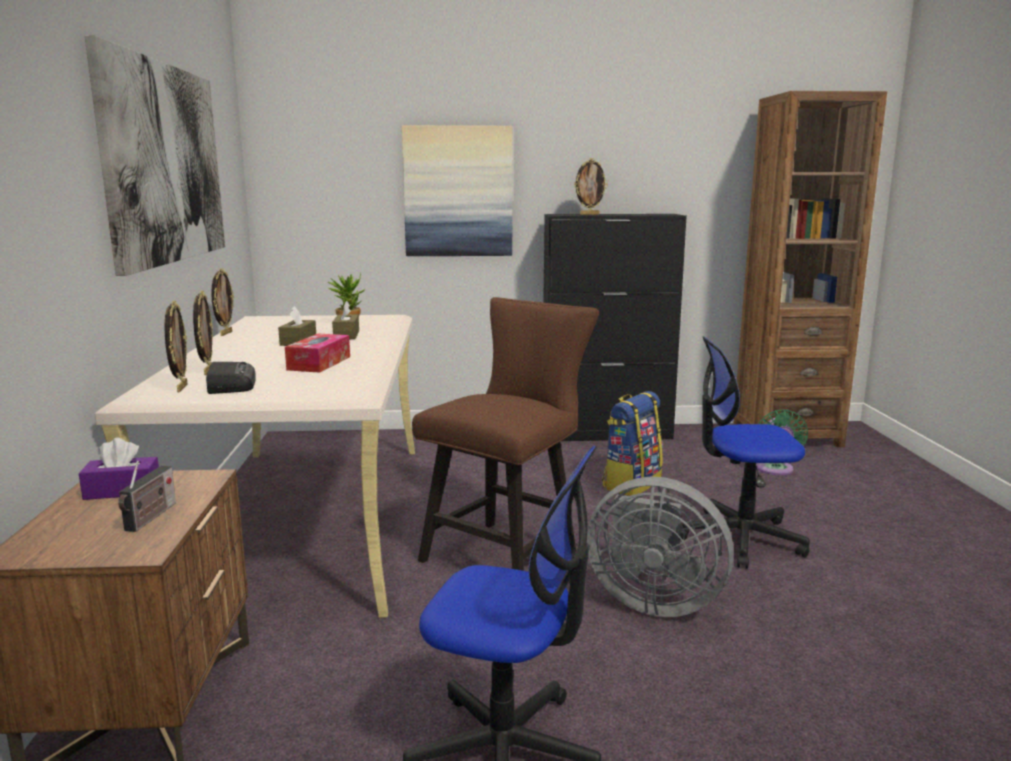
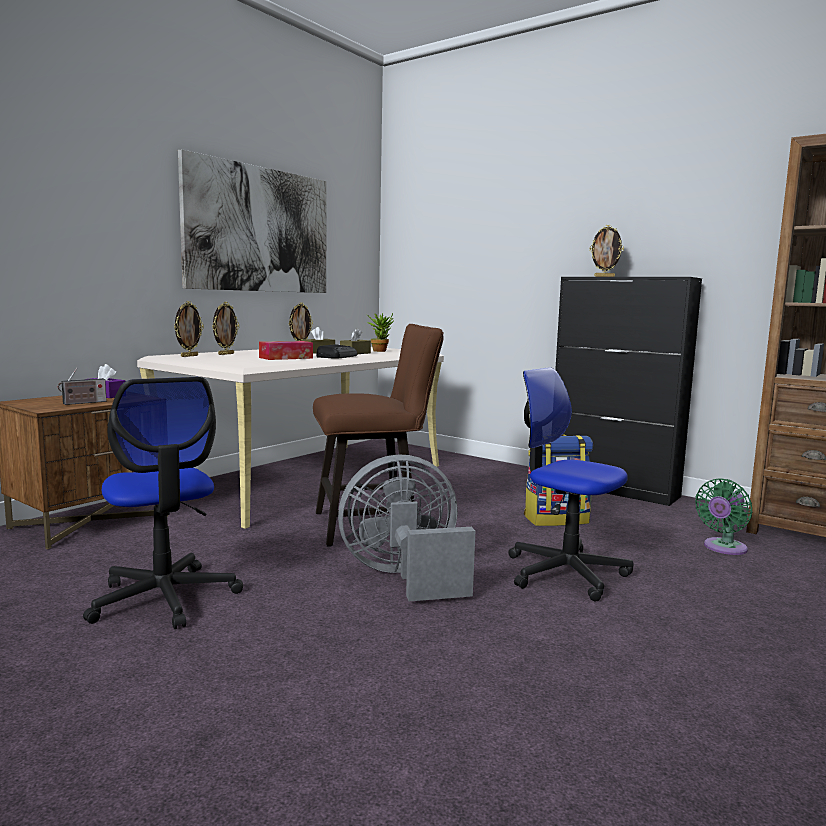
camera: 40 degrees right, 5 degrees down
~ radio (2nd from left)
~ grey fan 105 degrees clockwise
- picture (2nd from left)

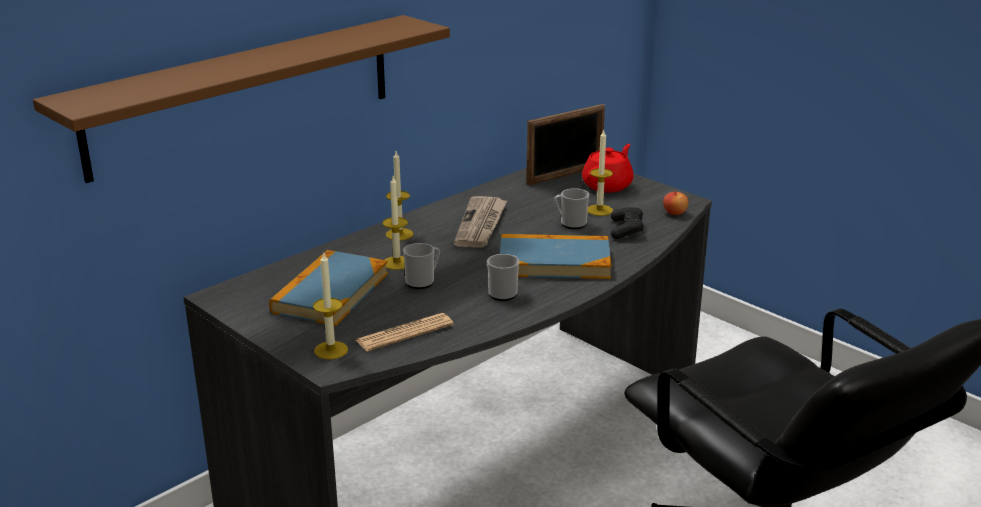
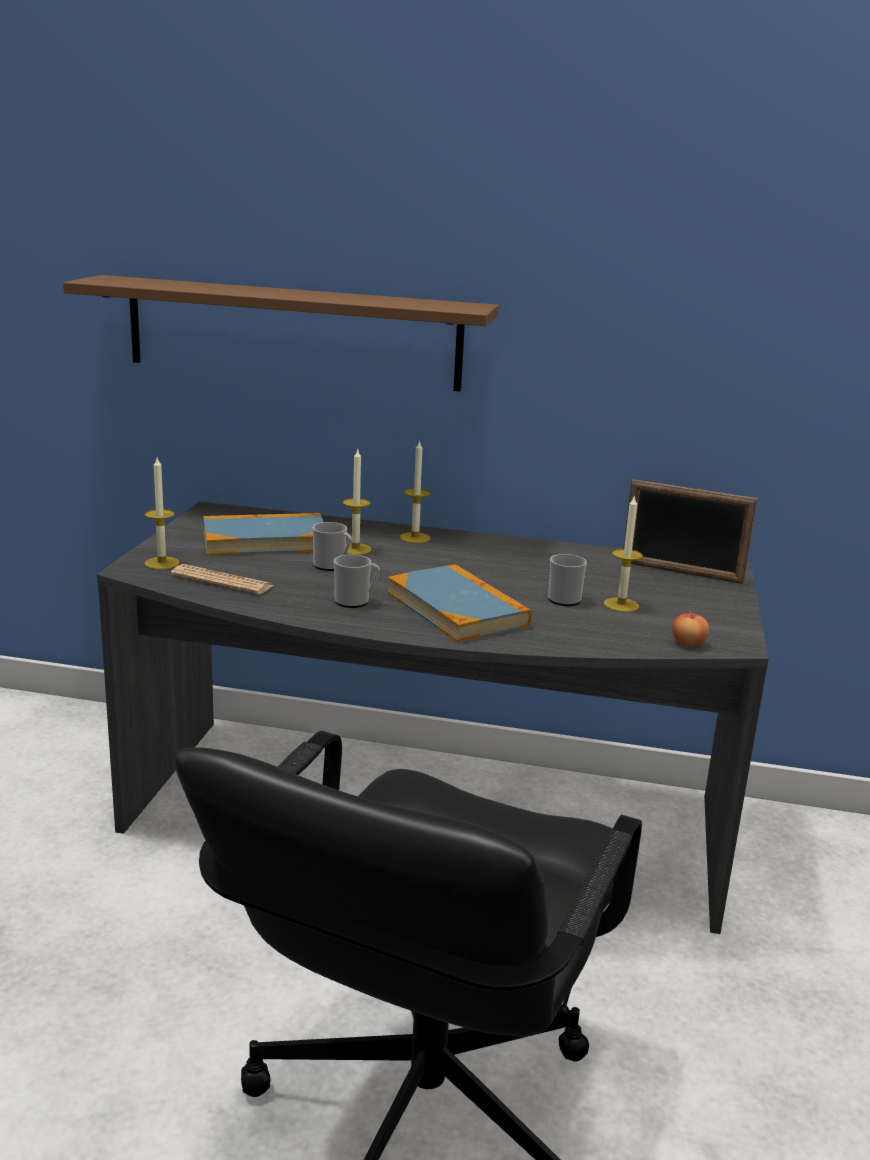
camera: 55 degrees right, 5 degrees down
- newspaper (2nd from left)
- red teapot
- black game controller

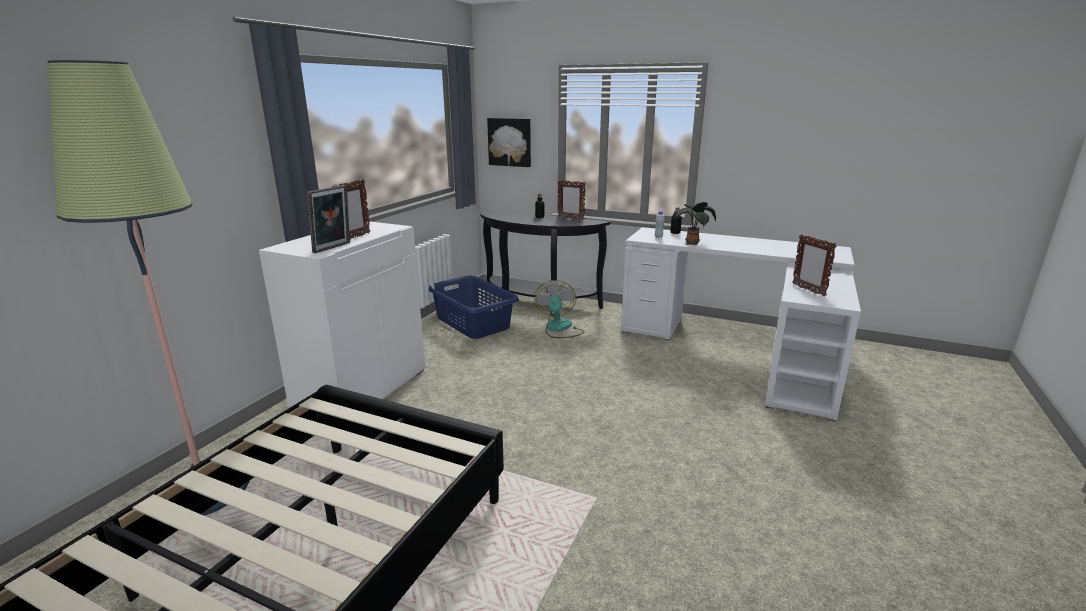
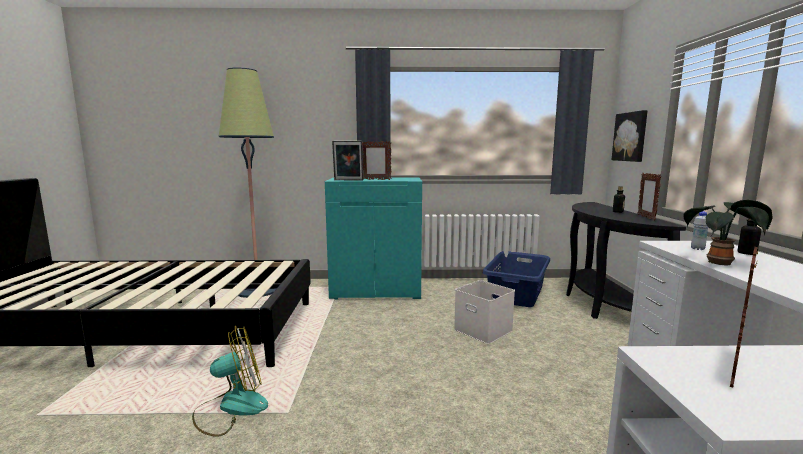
camera: 65 degrees right, 10 degrees down
~ fan
~ white cabinet to turquoise cabinet
+ white storage box

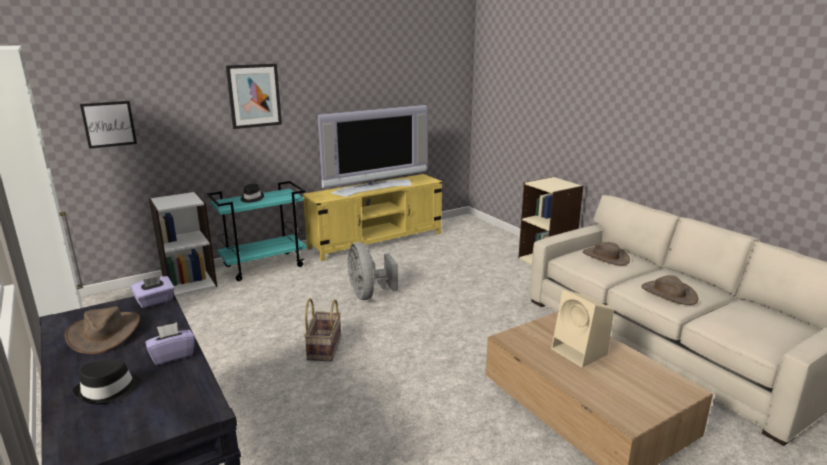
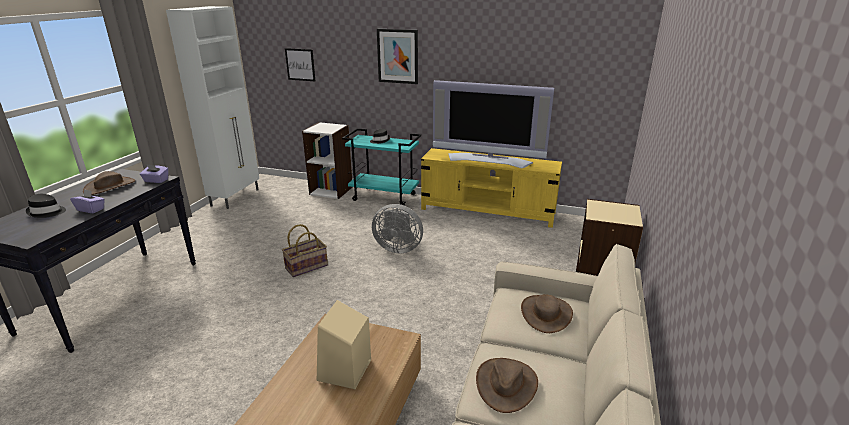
camera: 50 degrees right, 5 degrees up
~ grey fan 105 degrees counterclockwise

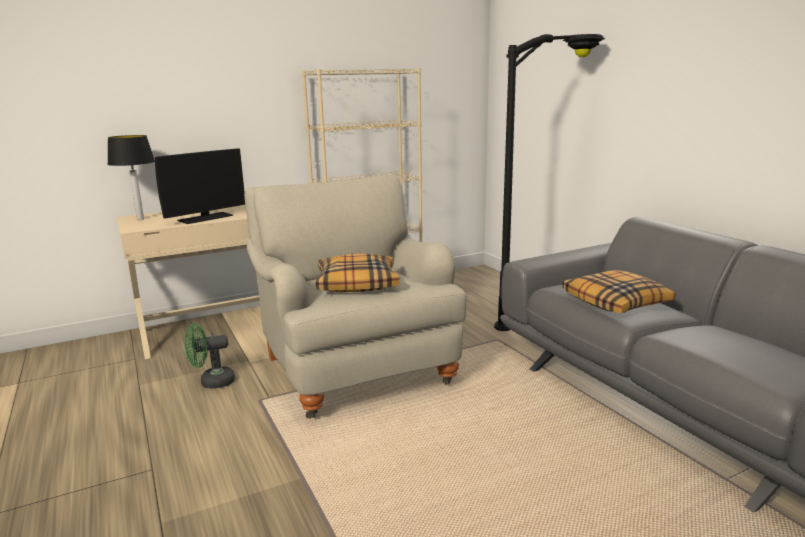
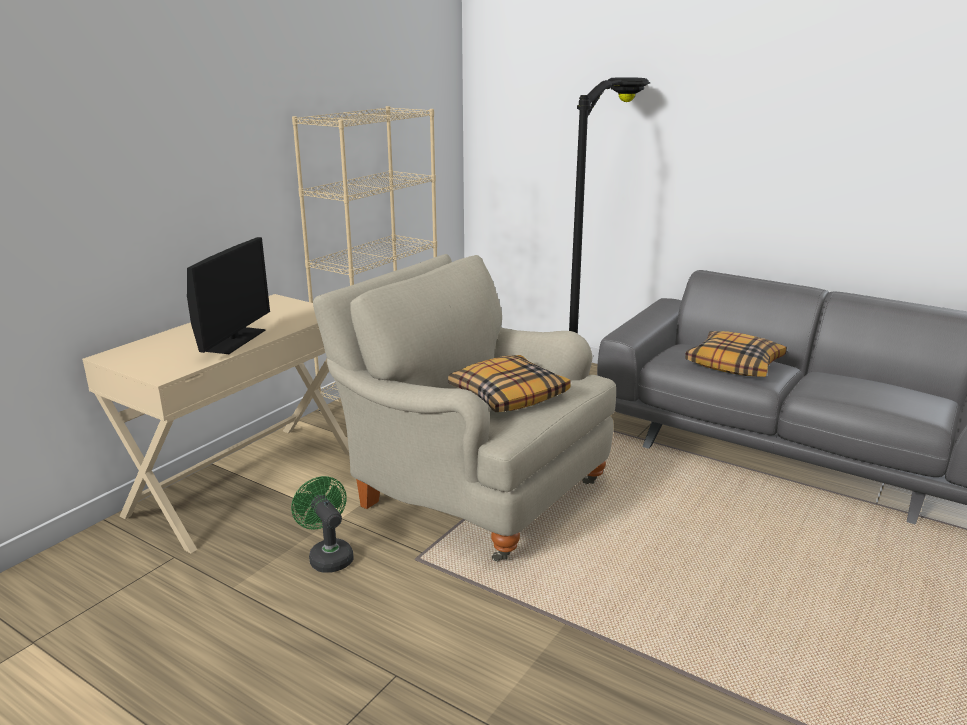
camera: 30 degrees left, 5 degrees up
~ green fan 105 degrees clockwise
- table lamp

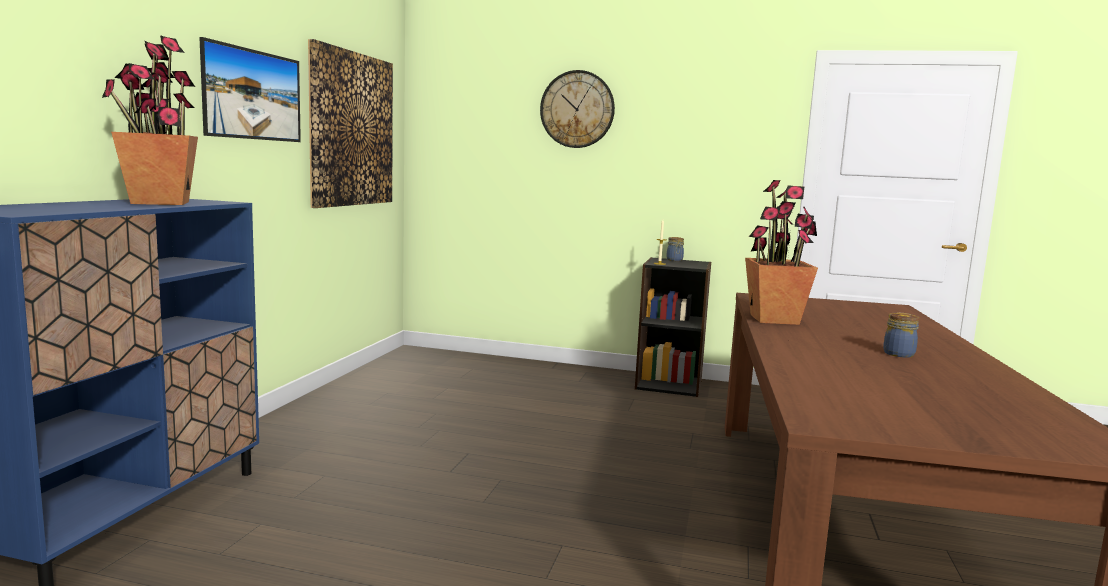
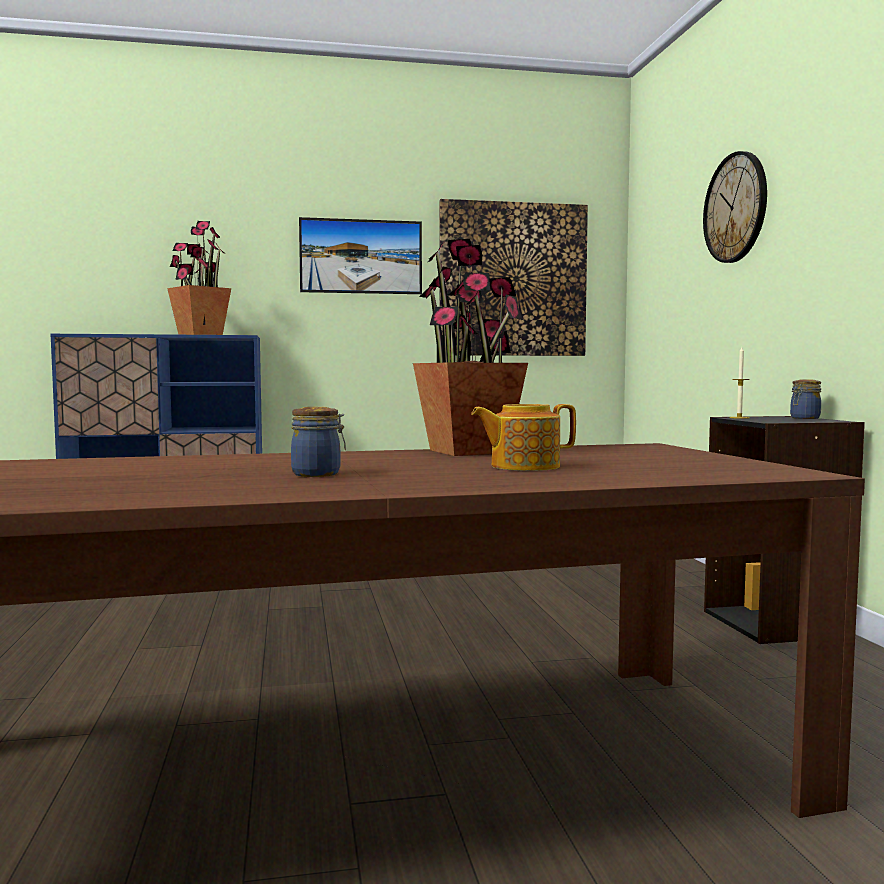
camera: 65 degrees right, 5 degrees down
+ teapot

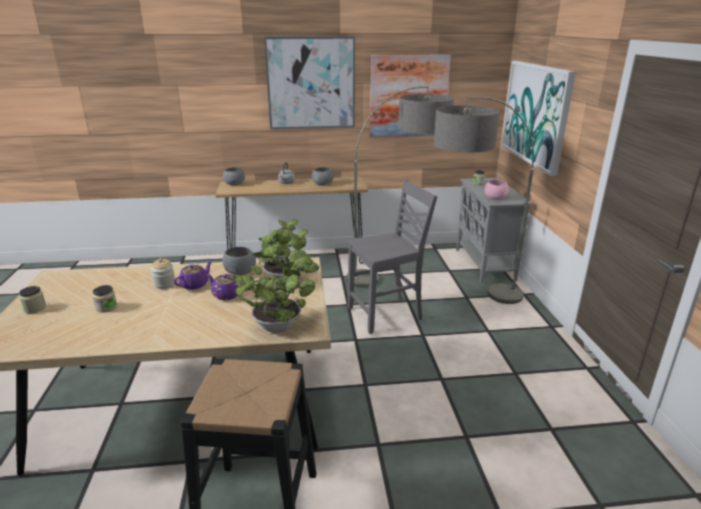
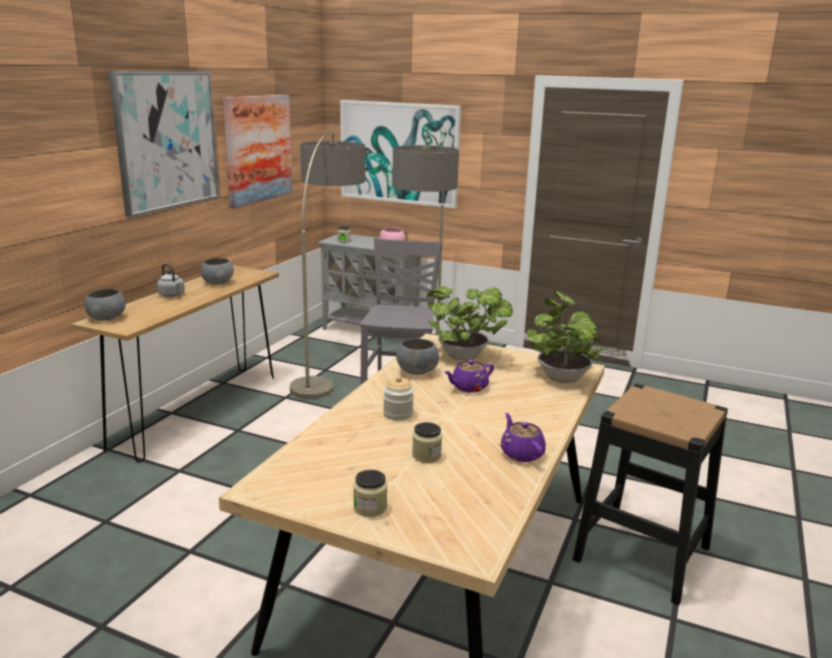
camera: 60 degrees left, 5 degrees down
~ purple teapot (1st from left in the first image) to purple teapot (2nd from left)

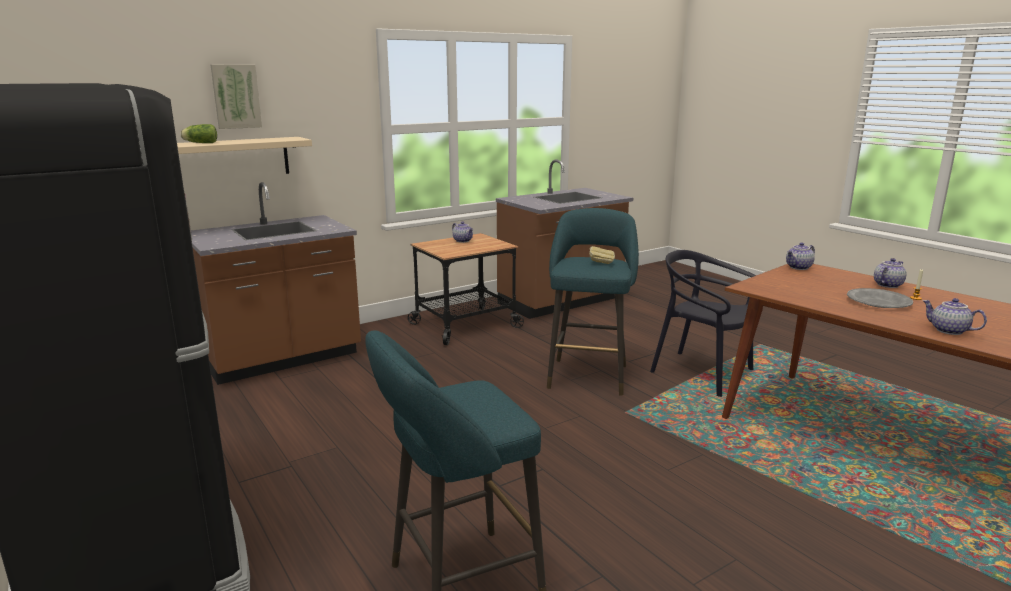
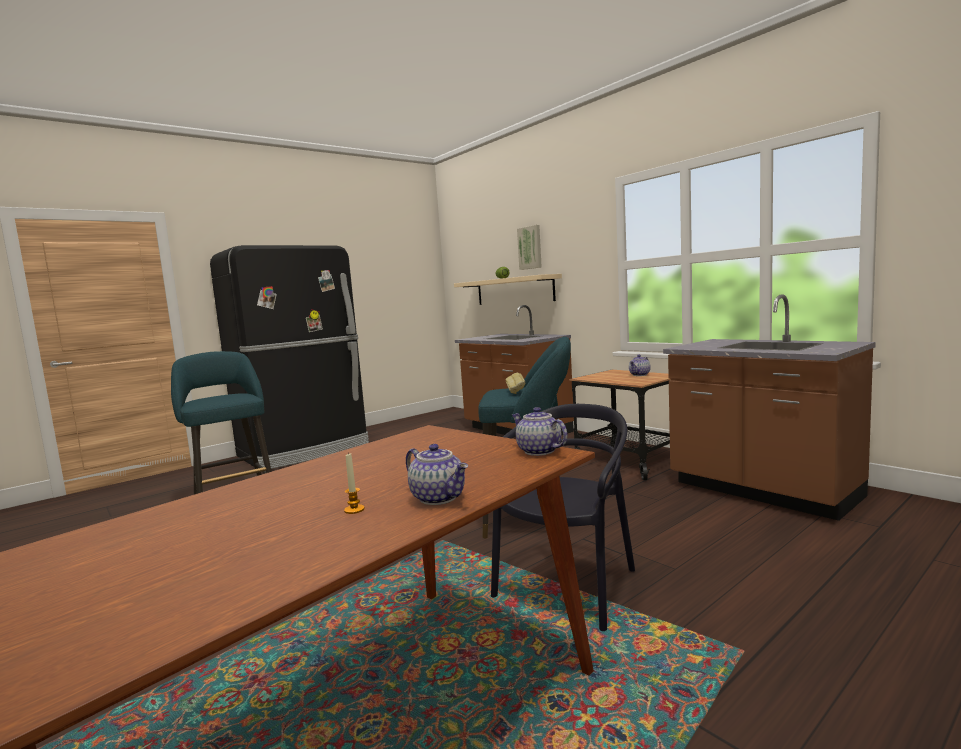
camera: 85 degrees right, 10 degrees down
- grey plate
- teapot (4th from left)

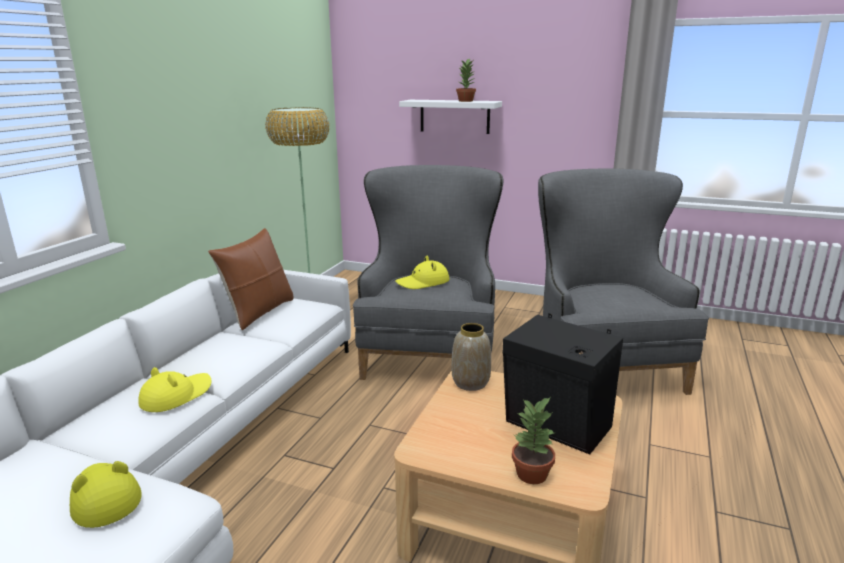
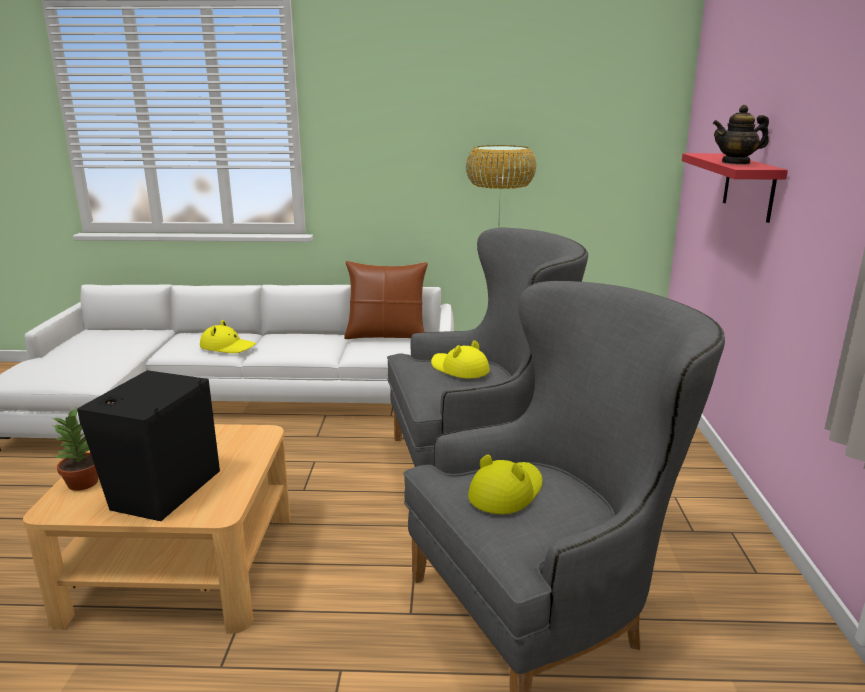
camera: 70 degrees right, 0 degrees up
~ yellow hat (1st from left in the first image) to yellow hat (3rd from left)
~ white shelf to red shelf
~ potted plant (1st from left) to teapot
- vase

